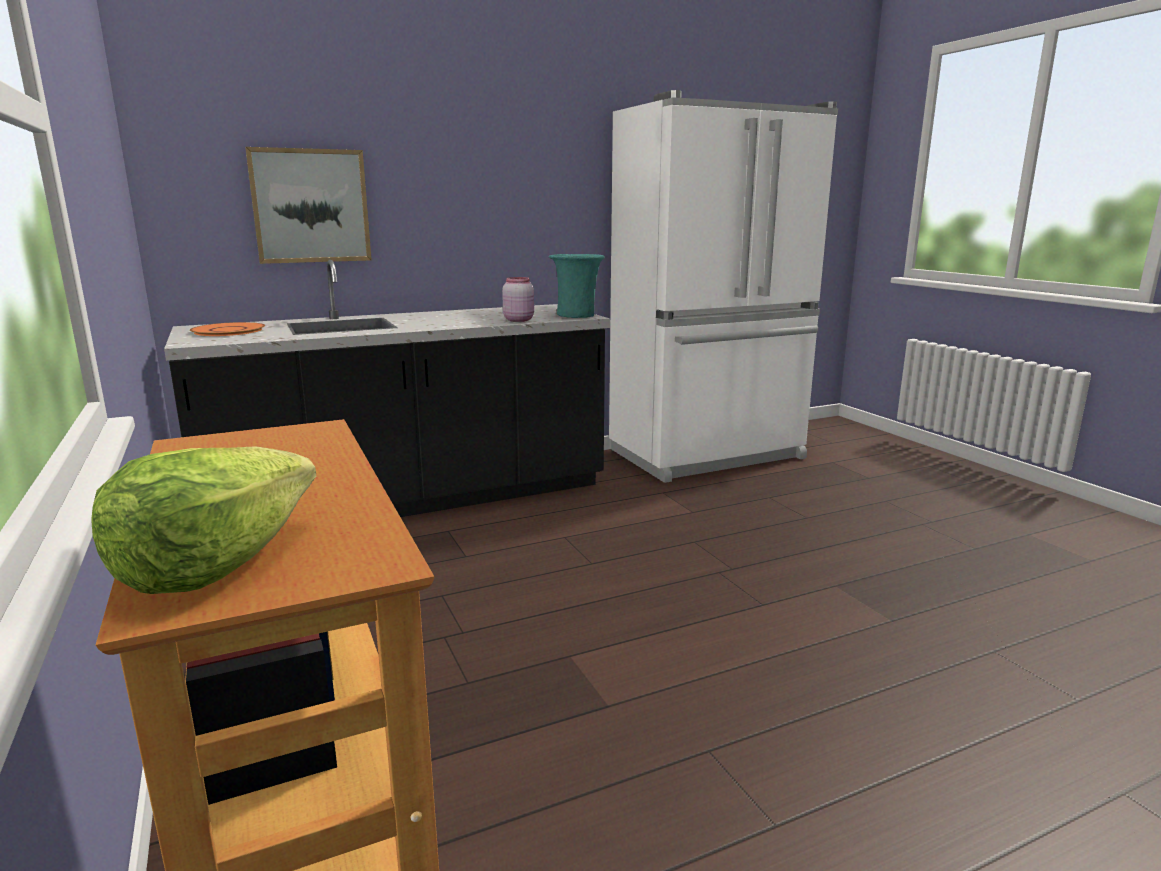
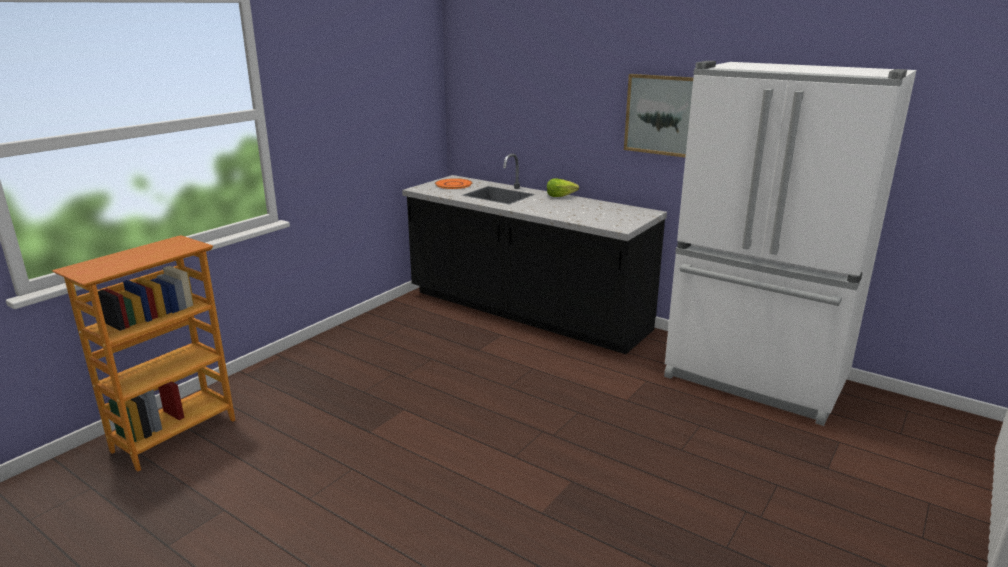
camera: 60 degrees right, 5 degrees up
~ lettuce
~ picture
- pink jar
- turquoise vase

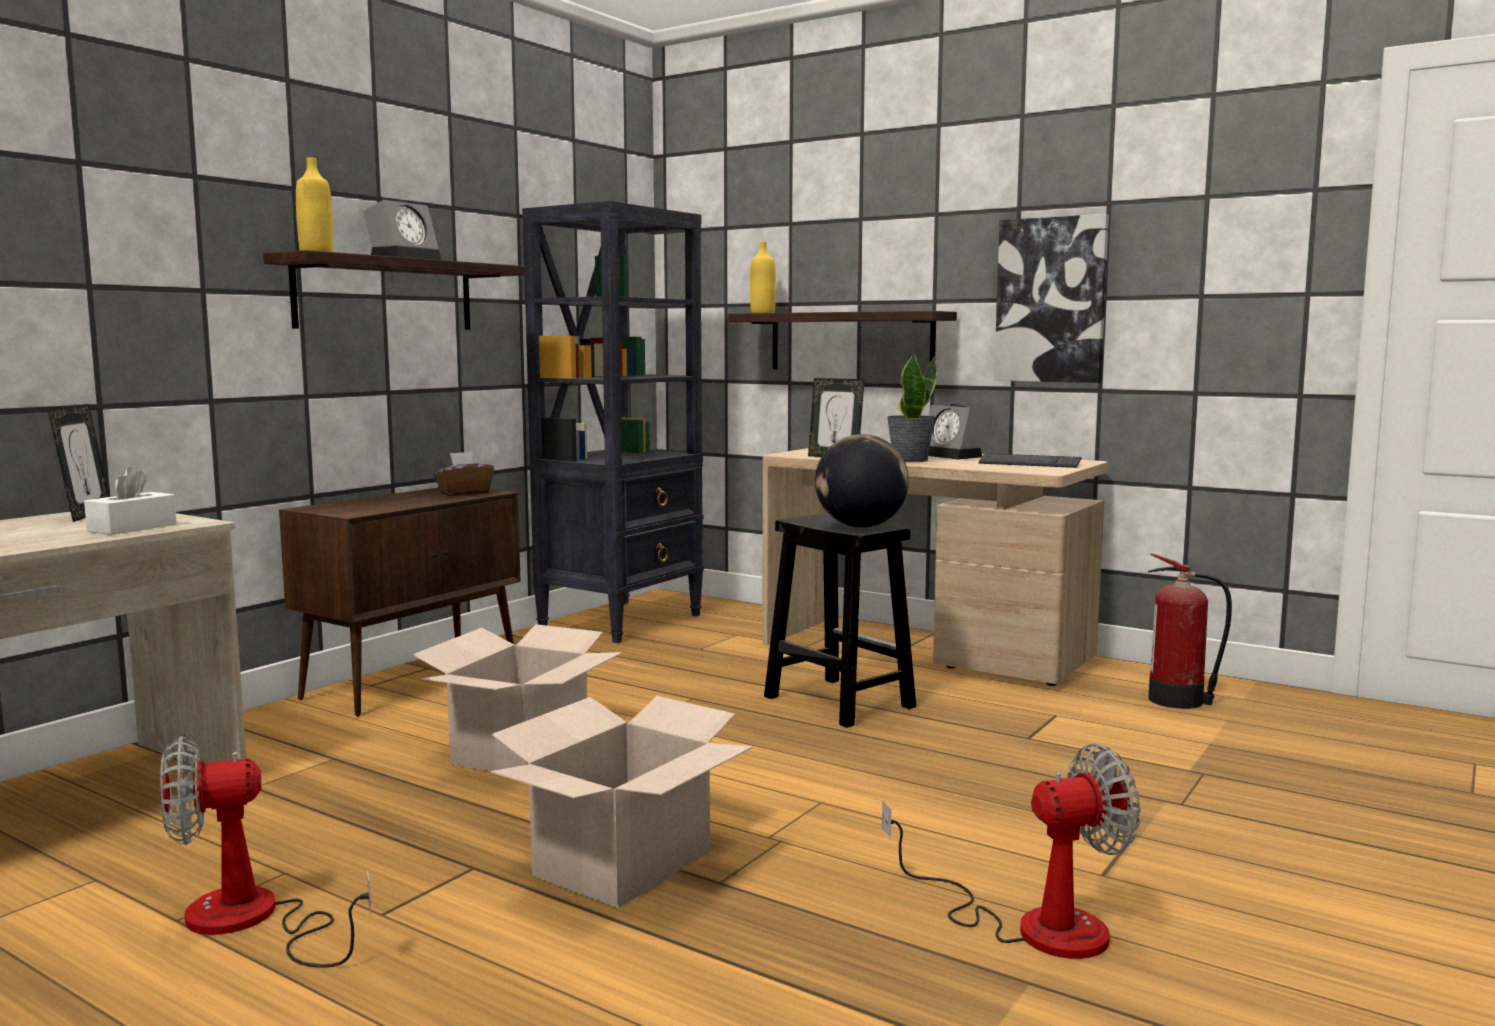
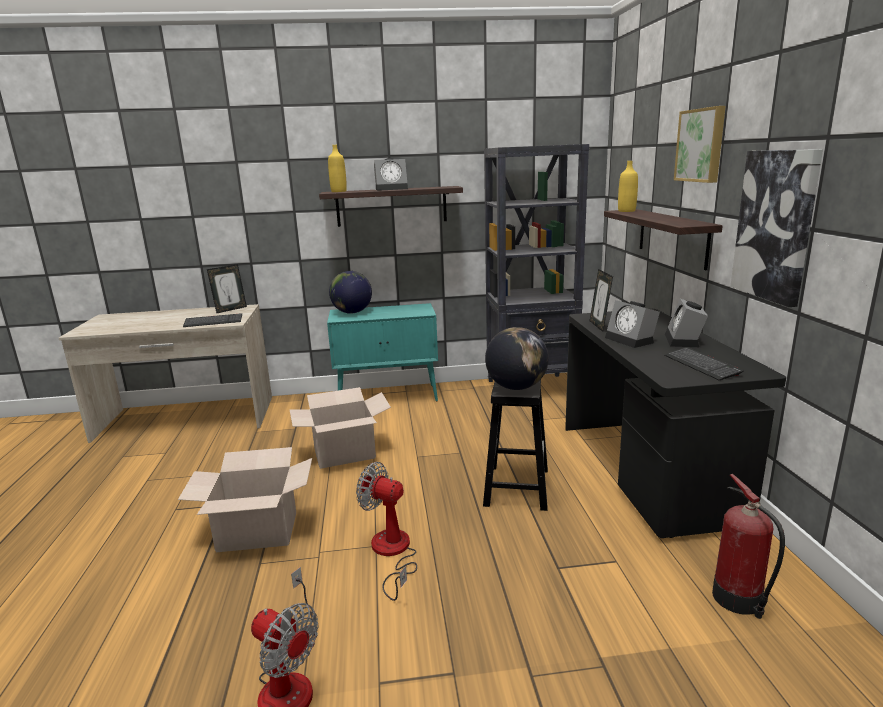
camera: 50 degrees right, 10 degrees up
~ white tissue box to keyboard (1st from left)
~ brown cabinet to turquoise cabinet
+ globe (1st from left)
~ fan (1st from left in the first image) to fan (2nd from left)
~ beige desk (2nd from left) to black desk
~ potted plant to alarm clock (2nd from left)
+ picture (1st from left)
- brown tissue box

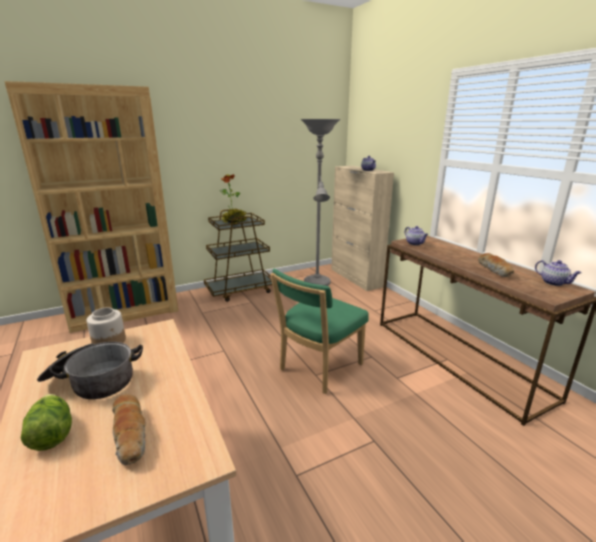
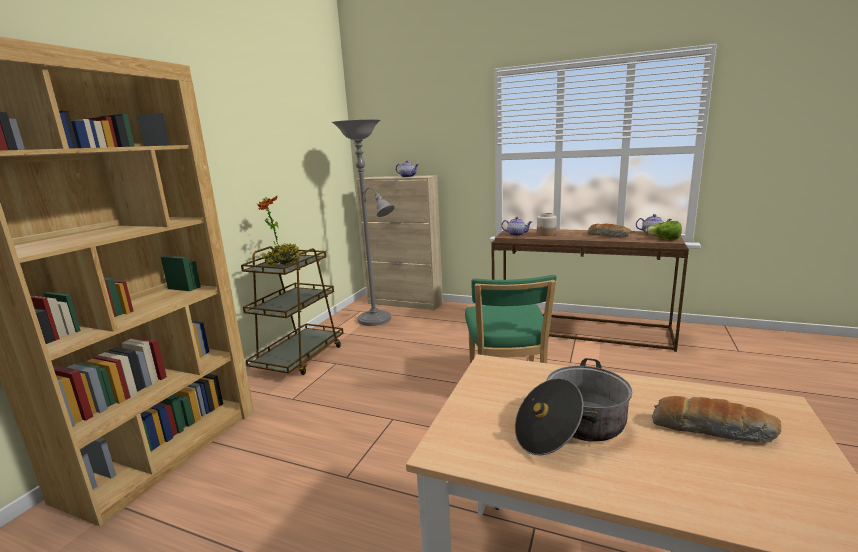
camera: 40 degrees left, 5 degrees down
~ jar
~ lettuce

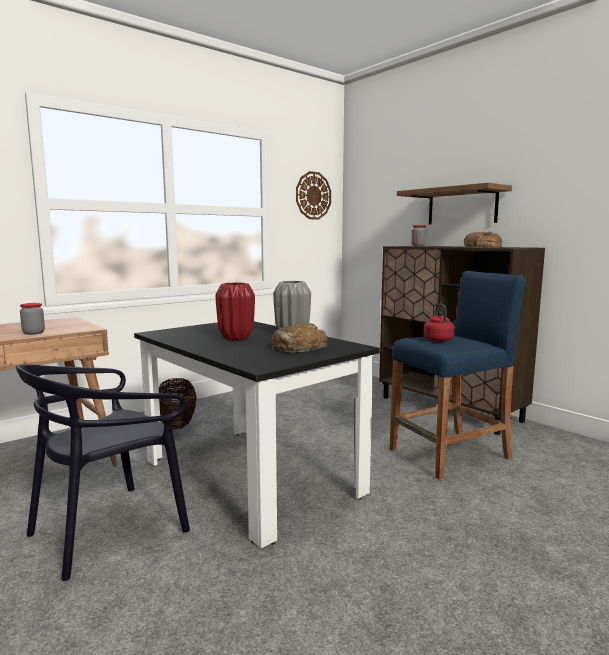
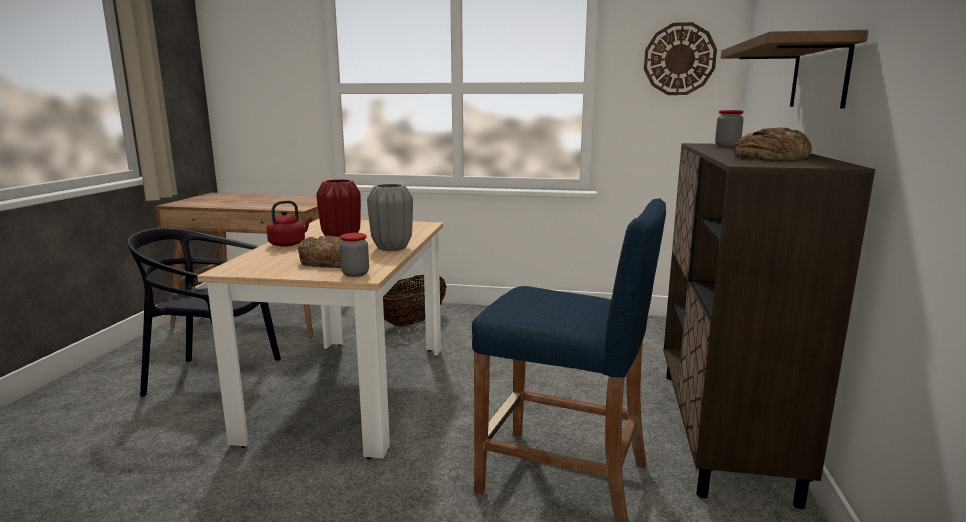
camera: 50 degrees right, 5 degrees up
~ black dining table to beige dining table
~ red kettle
~ jar (1st from left)

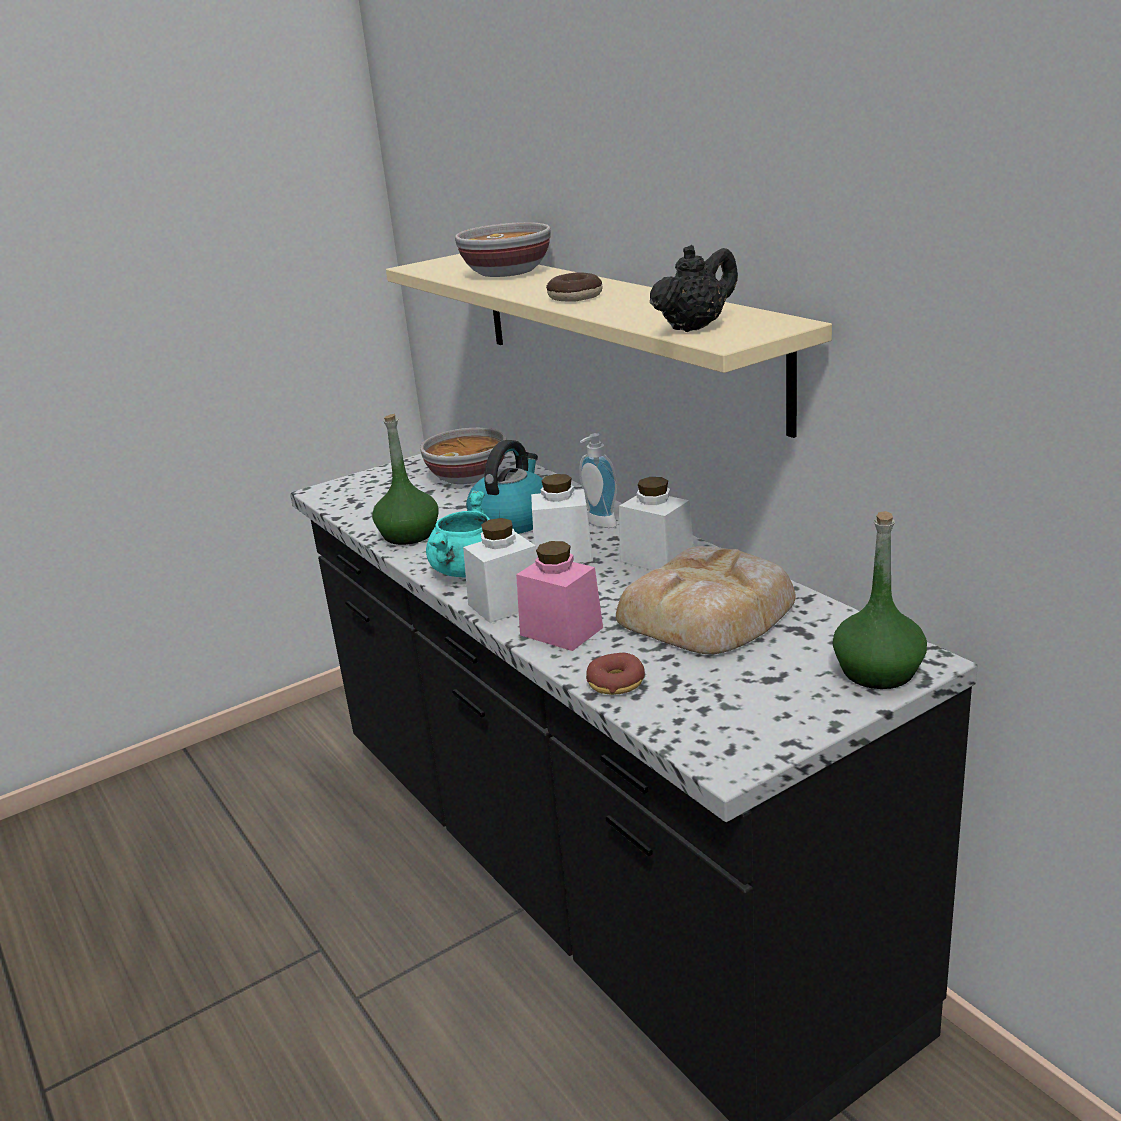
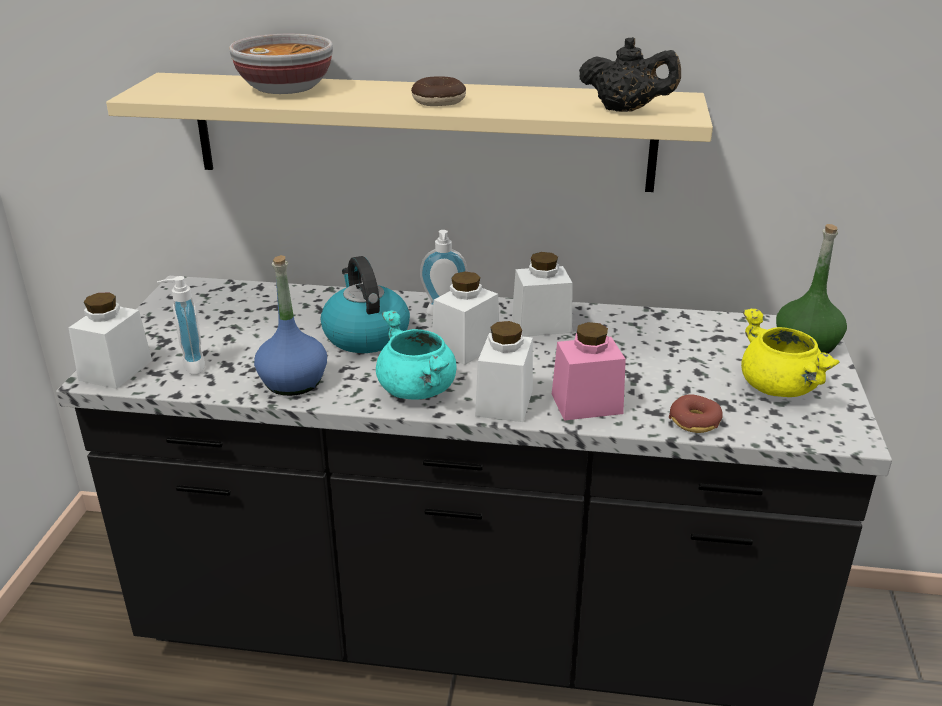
camera: 50 degrees left, 5 degrees up
+ white jar (1st from left)
+ soap dispenser (1st from left)
~ green bottle (1st from left) to blue bottle
~ black teapot 105 degrees clockwise
+ yellow cooking pot
- bowl (1st from left)
- bread

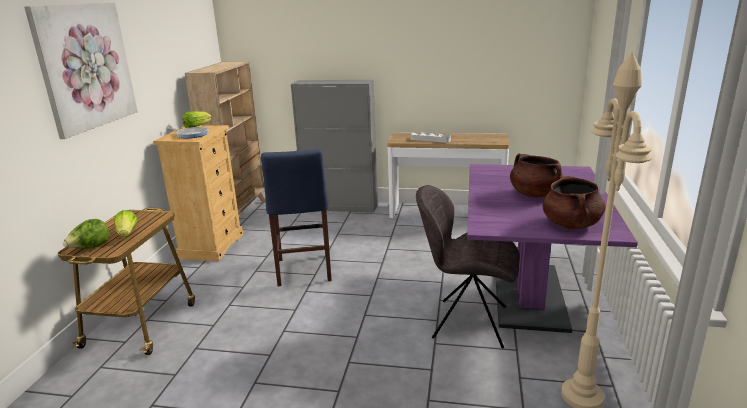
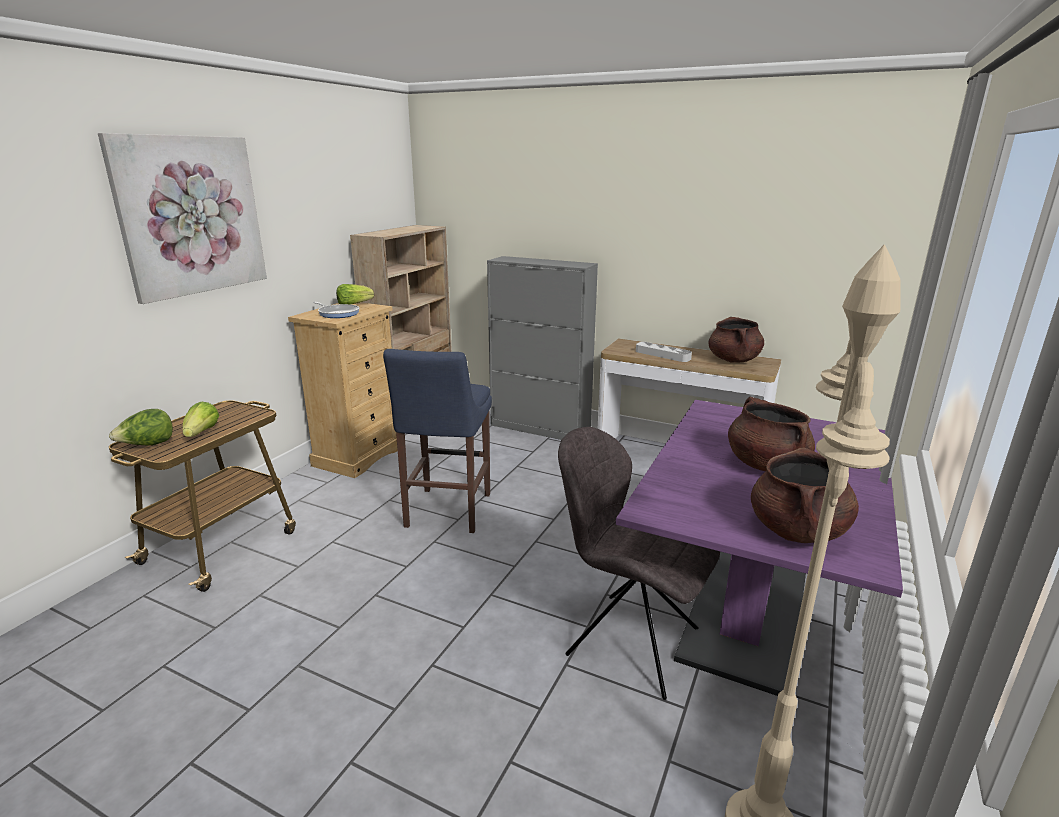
camera: 15 degrees right, 0 degrees up
+ brown cooking pot (1st from left)

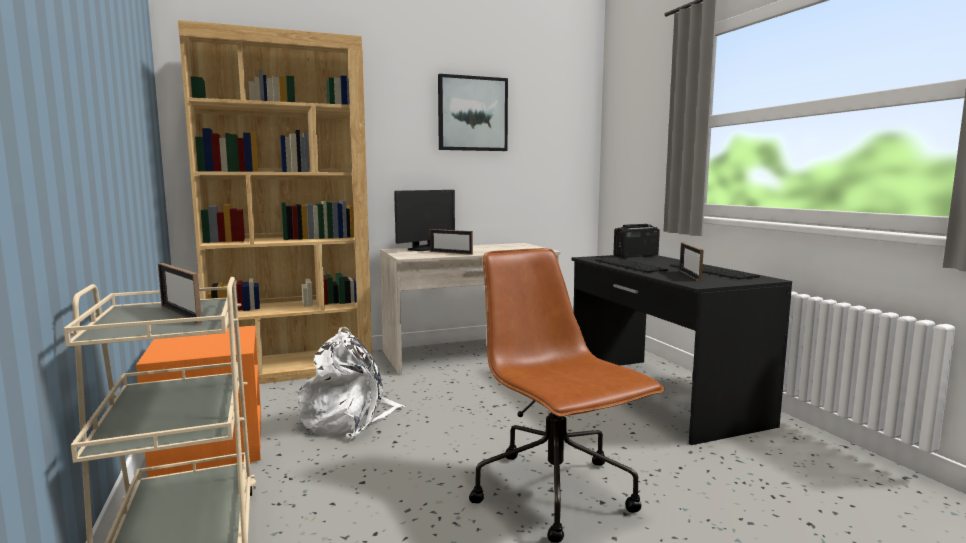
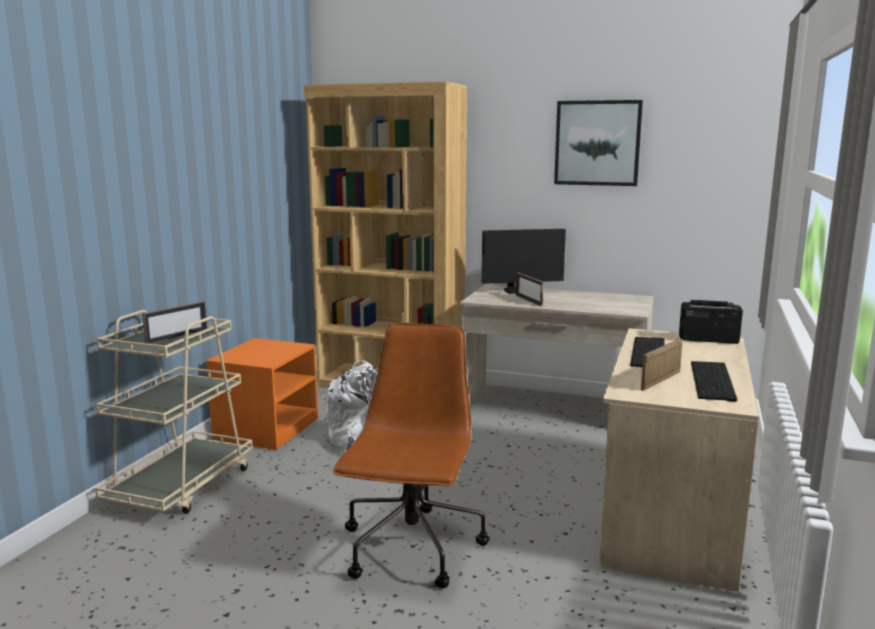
camera: 40 degrees right, 5 degrees up
~ picture frame (1st from left) 135 degrees counterclockwise
~ black desk to beige desk (2nd from left)

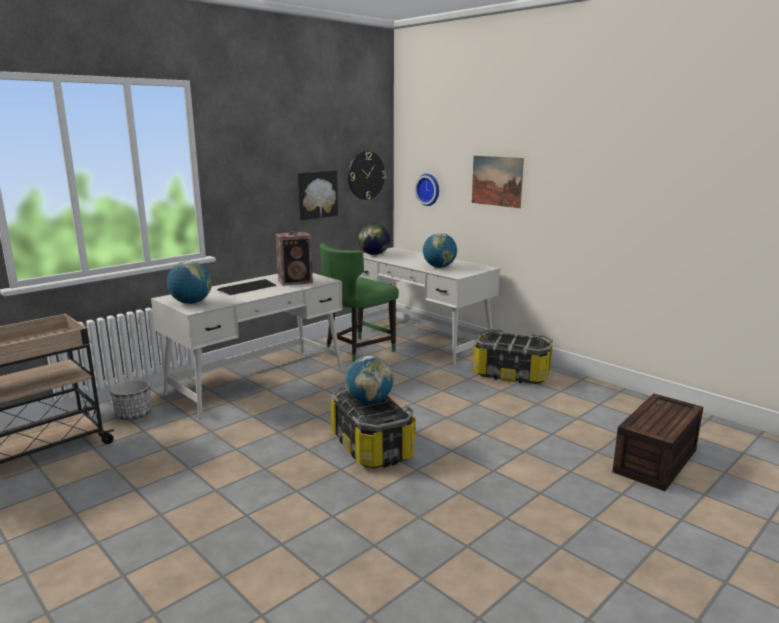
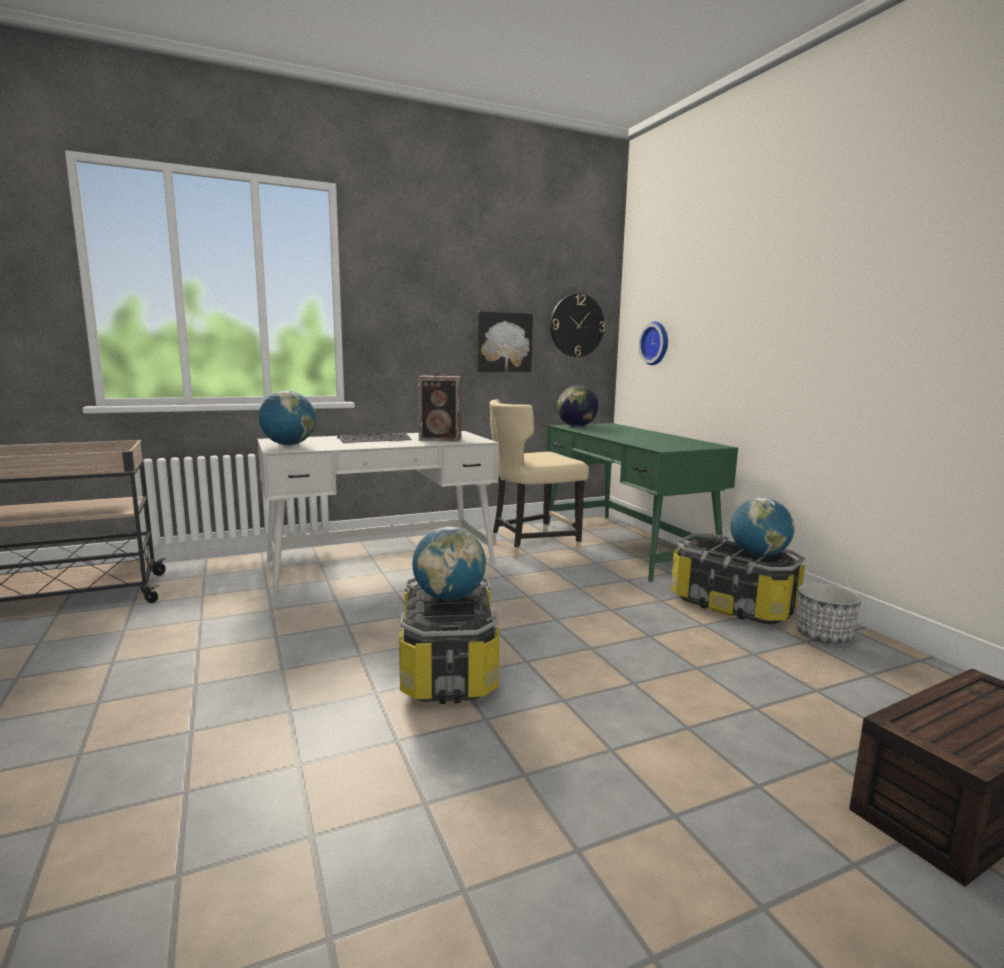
camera: 20 degrees right, 5 degrees down
~ green chair to beige chair
~ white desk (2nd from left) to green desk
~ globe (4th from left)
~ planter
- picture (2nd from left)

